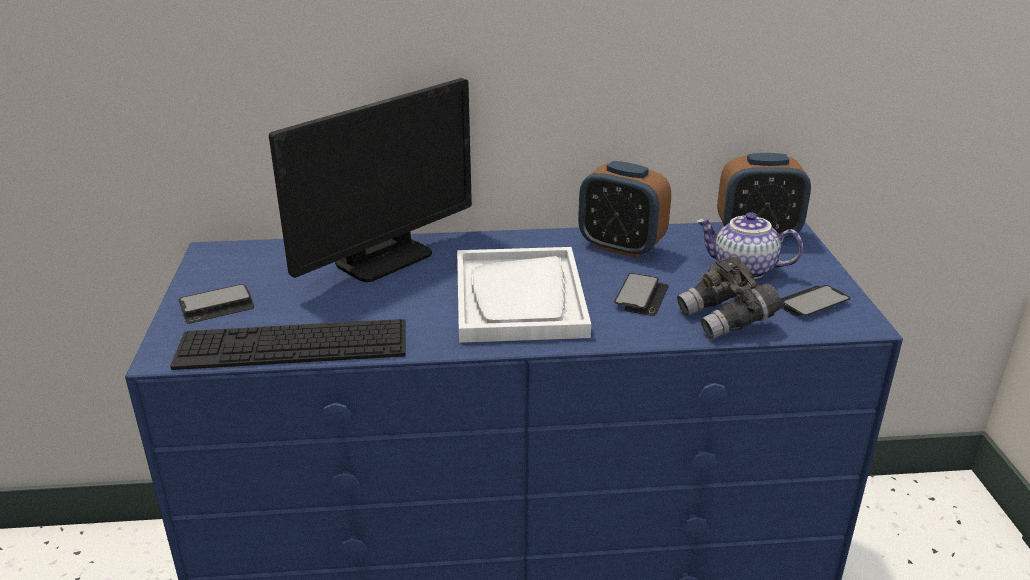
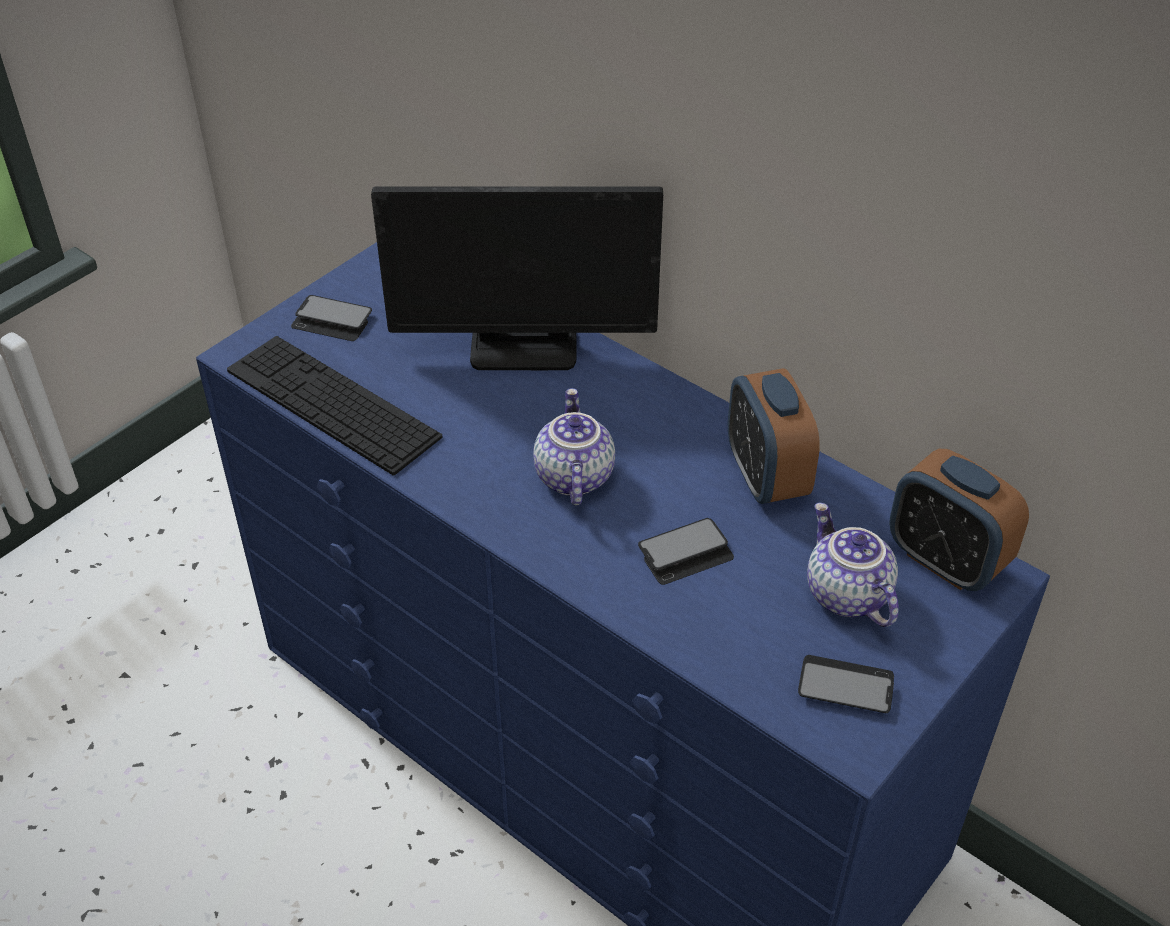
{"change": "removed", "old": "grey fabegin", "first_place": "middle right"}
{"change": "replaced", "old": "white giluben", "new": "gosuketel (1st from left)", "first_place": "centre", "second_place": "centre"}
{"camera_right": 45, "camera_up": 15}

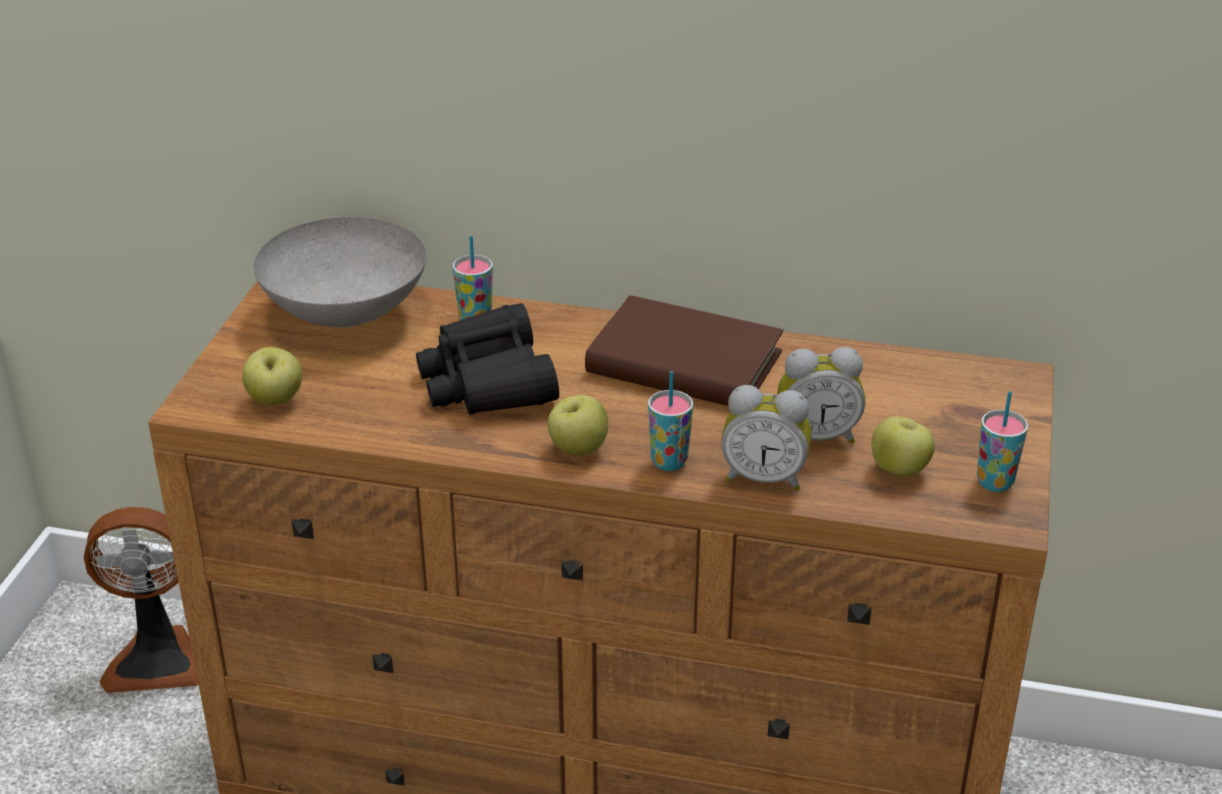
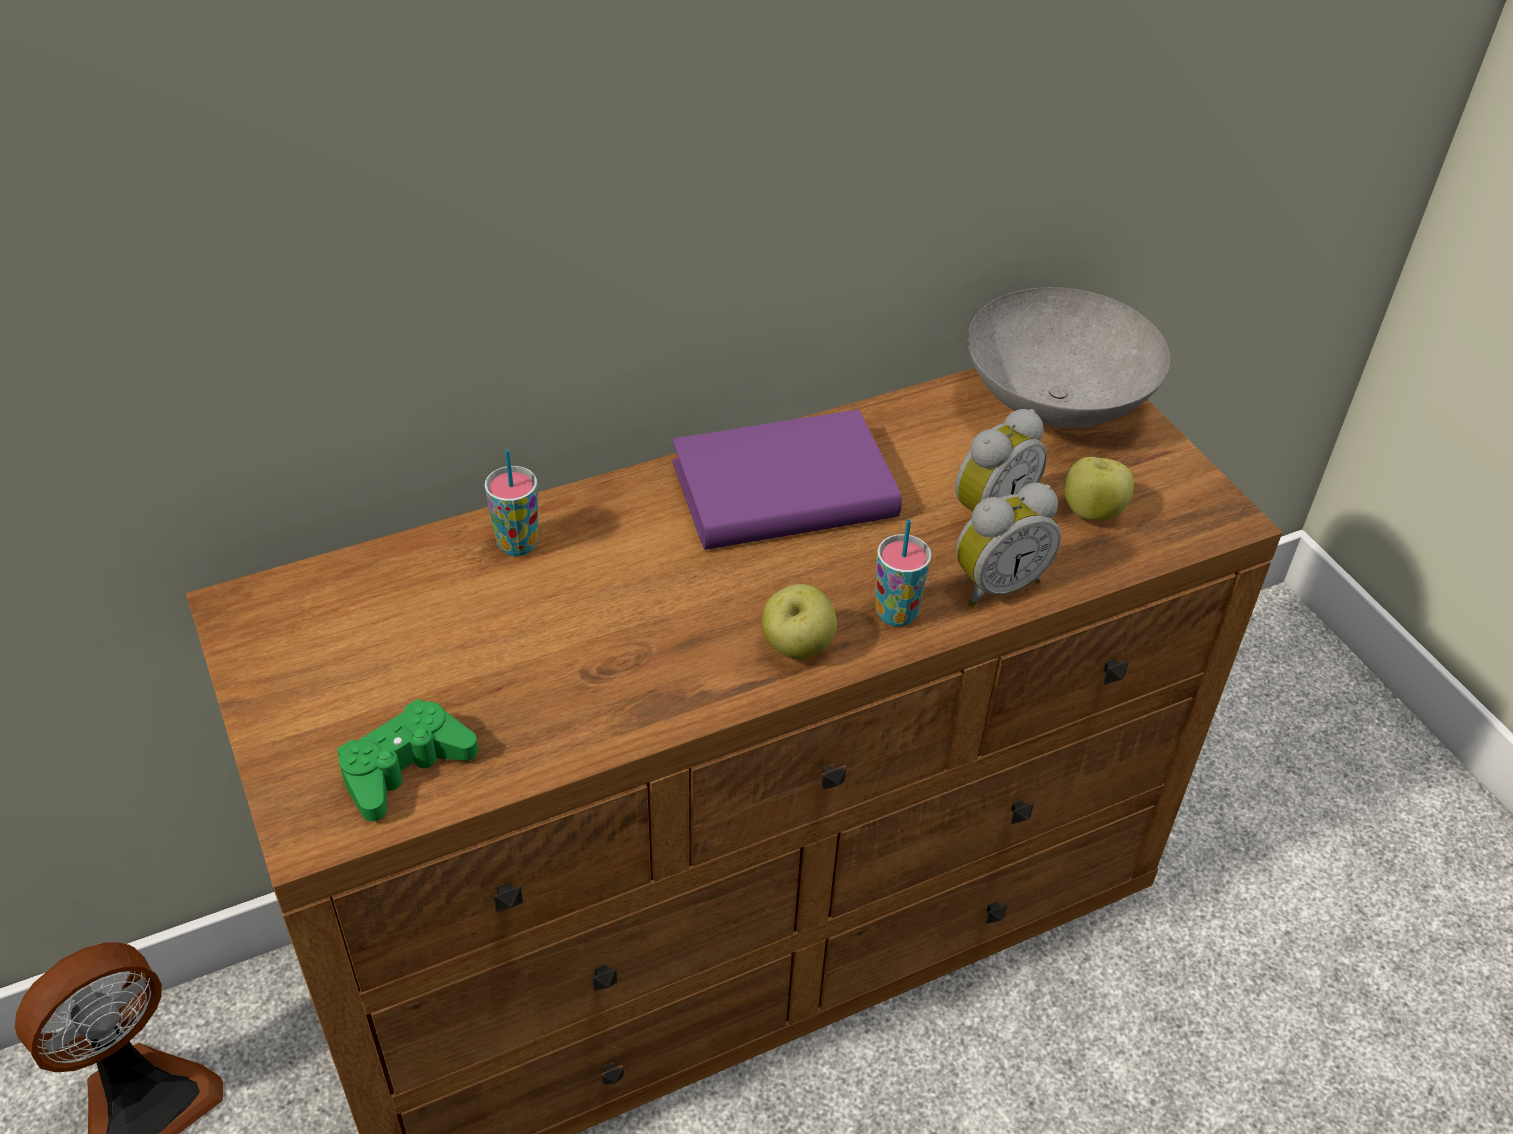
{"change": "removed", "old": "black fabegin", "first_place": "centre"}
{"change": "removed", "old": "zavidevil (3rd from left)", "first_place": "middle right"}
{"change": "moved", "old": "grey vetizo", "first_place": "middle left", "second_place": "top right"}
{"change": "replaced", "old": "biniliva (1st from left)", "new": "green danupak", "first_place": "middle left", "second_place": "bottom left"}
{"change": "recoloured", "old": "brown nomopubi", "new": "purple nomopubi", "first_place": "centre", "second_place": "centre"}
{"camera_right": -40, "camera_up": 10}

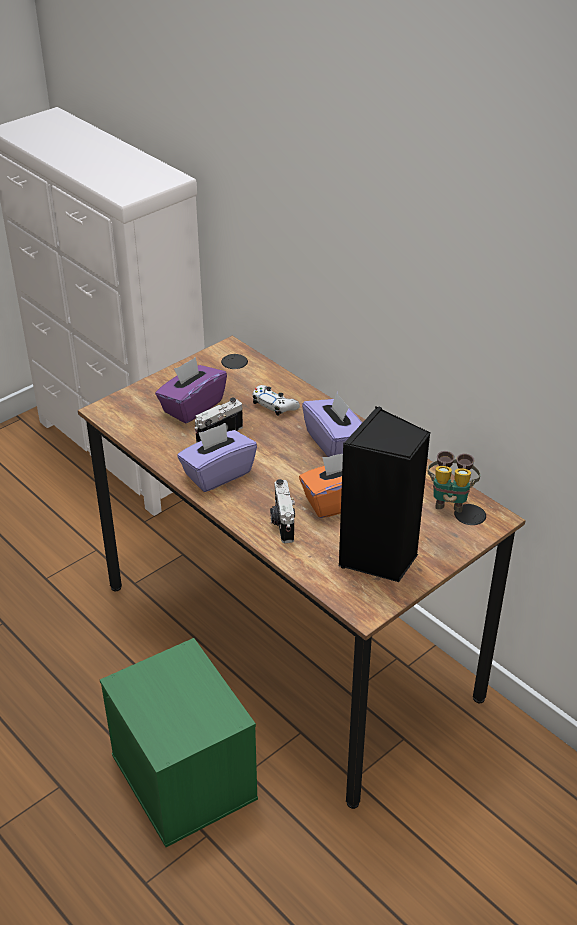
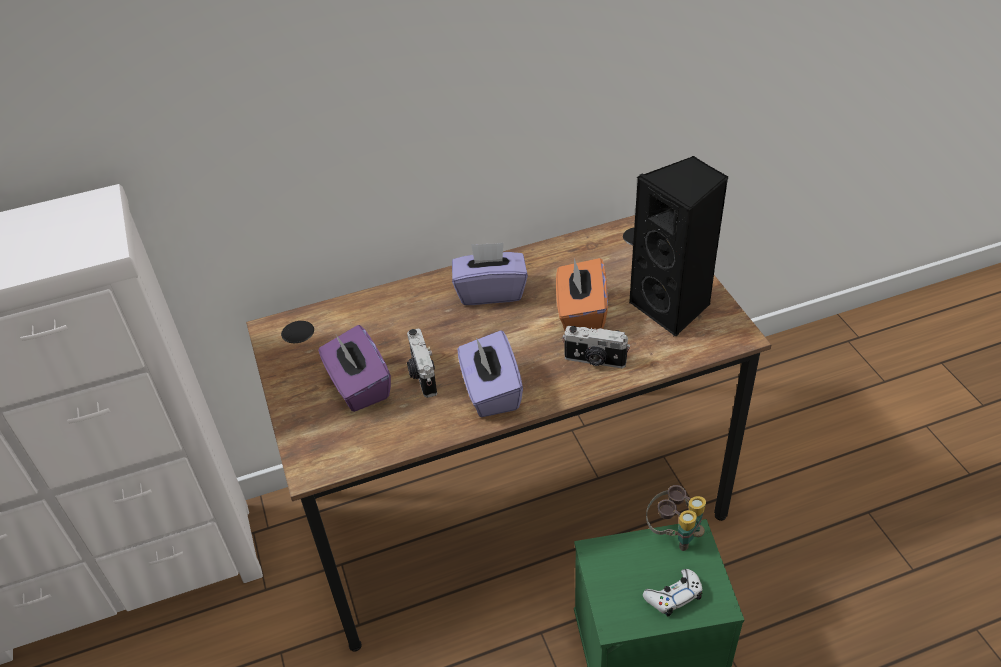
{"change": "moved", "old": "white danupak", "first_place": "centre", "second_place": "bottom right"}
{"change": "moved", "old": "fabegin", "first_place": "middle right", "second_place": "bottom right"}
{"camera_right": -65, "camera_up": 5}

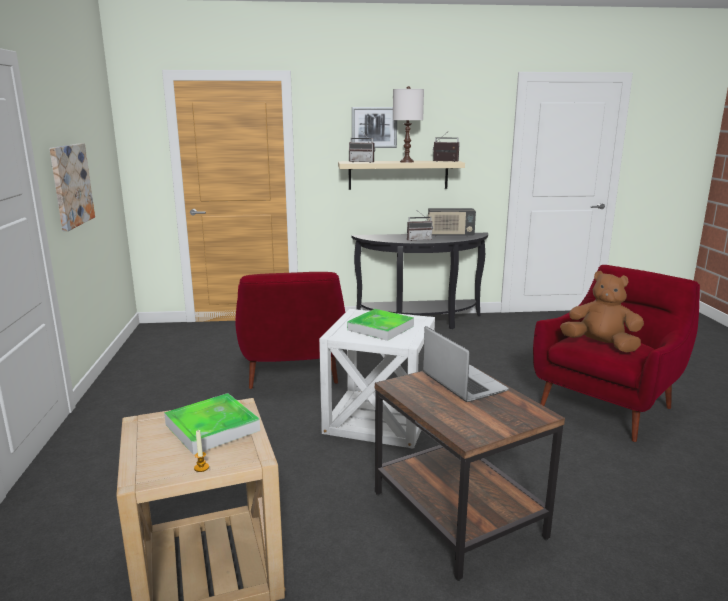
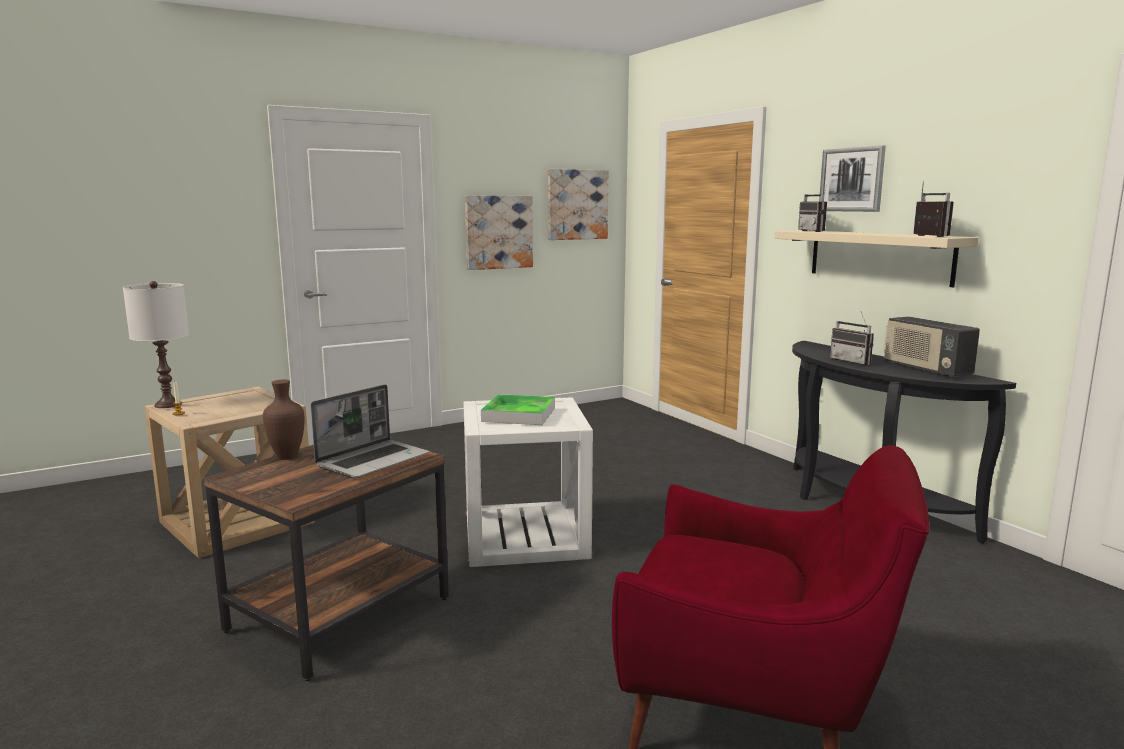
{"change": "removed", "old": "giluben (1st from left)", "first_place": "bottom left"}
{"change": "removed", "old": "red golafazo (1st from left)", "first_place": "centre"}
{"change": "removed", "old": "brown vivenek", "first_place": "middle right"}
{"change": "added", "new": "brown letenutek", "second_place": "middle left"}
{"change": "added", "new": "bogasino (2nd from left)", "second_place": "top centre"}
{"change": "moved", "old": "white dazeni", "first_place": "top centre", "second_place": "middle left"}
{"camera_right": 65, "camera_up": -5}

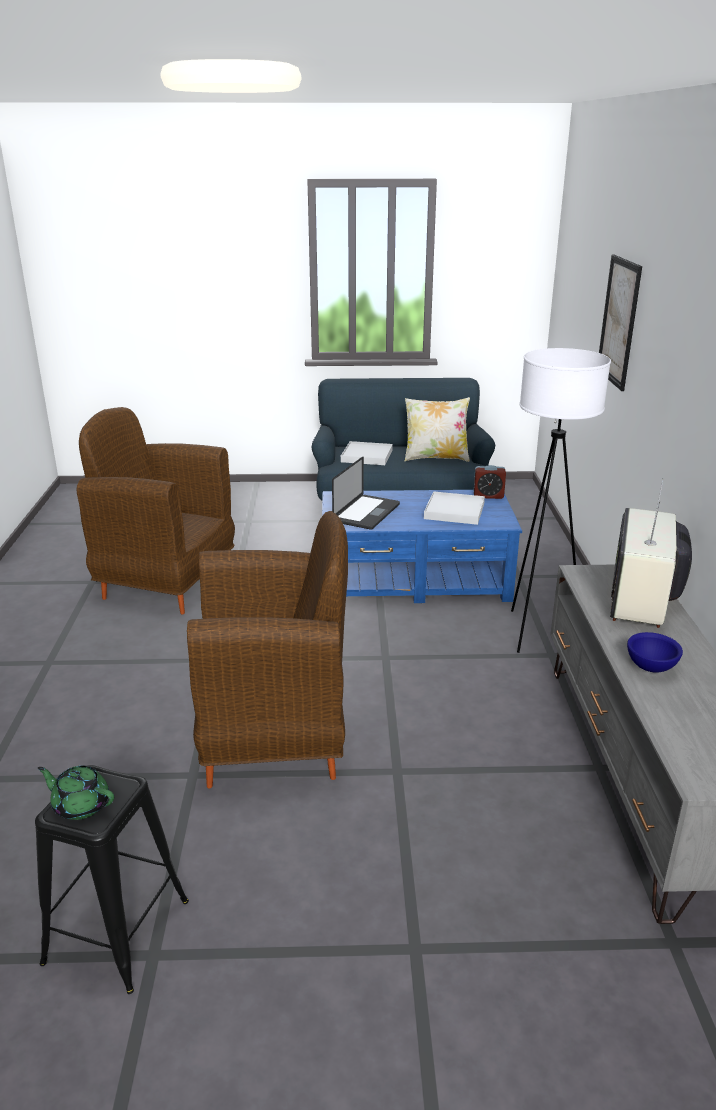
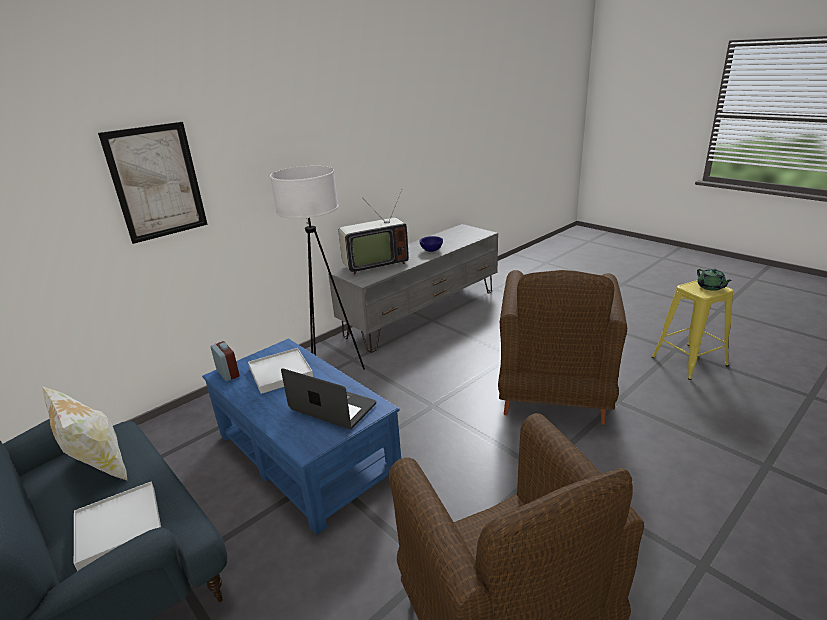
{"change": "recoloured", "old": "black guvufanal", "new": "yellow guvufanal", "first_place": "bottom left", "second_place": "middle right"}
{"change": "turned", "old": "brown golafazo (2nd from left)", "first_place": "centre", "second_place": "middle right", "degrees": -120}
{"change": "turned", "old": "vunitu", "first_place": "centre", "second_place": "centre", "degrees": 45}
{"camera_right": -130, "camera_up": 0}

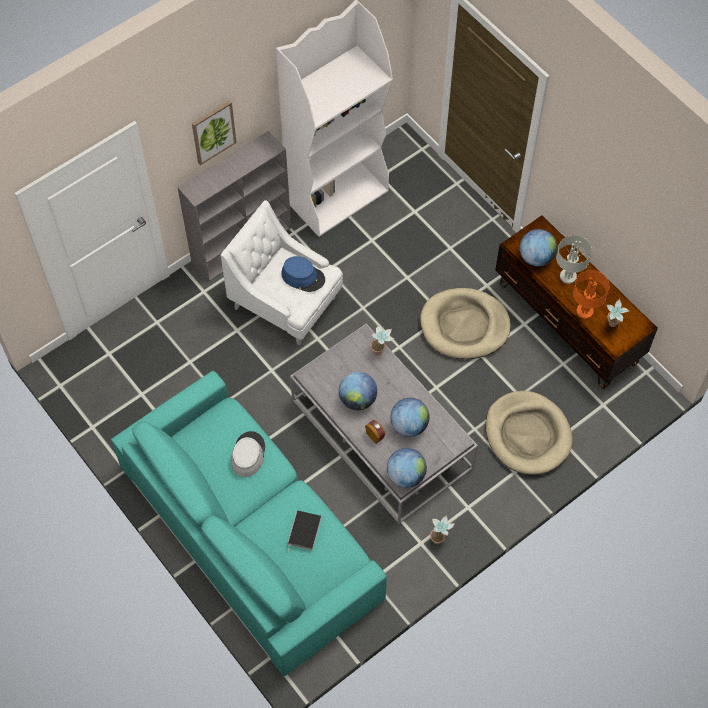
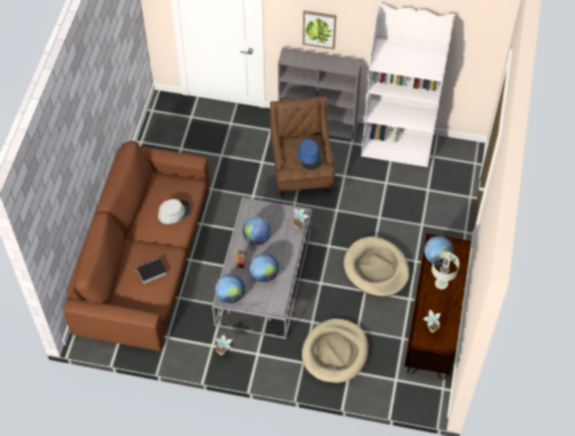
{"change": "removed", "old": "orange dazeni", "first_place": "middle right"}
{"change": "recoloured", "old": "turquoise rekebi", "new": "brown rekebi", "first_place": "bottom centre", "second_place": "middle left"}
{"change": "recoloured", "old": "white golafazo", "new": "brown golafazo", "first_place": "centre", "second_place": "centre"}
{"camera_right": 50, "camera_up": -5}

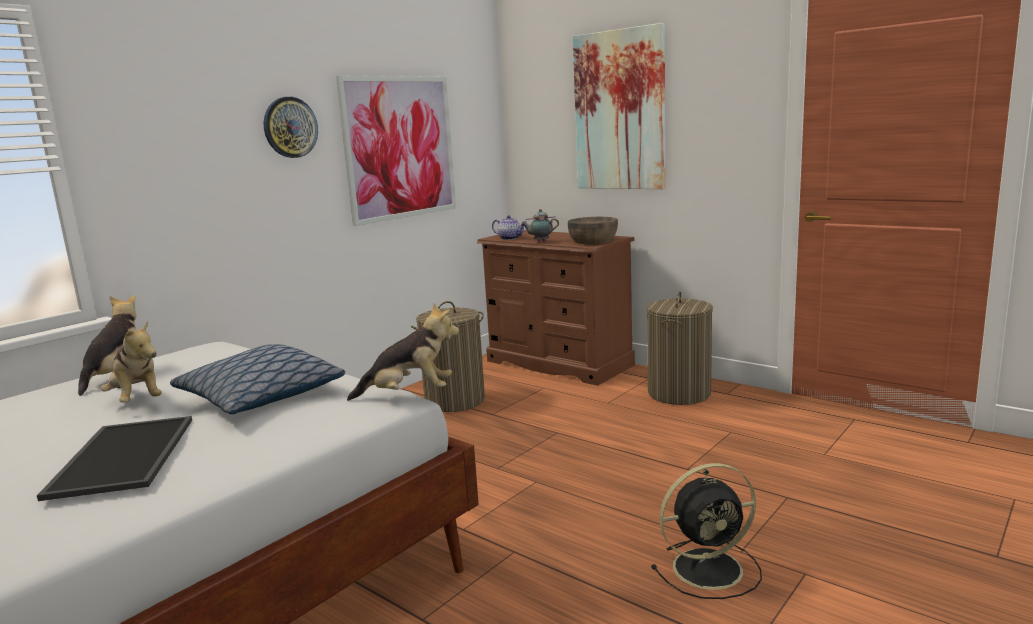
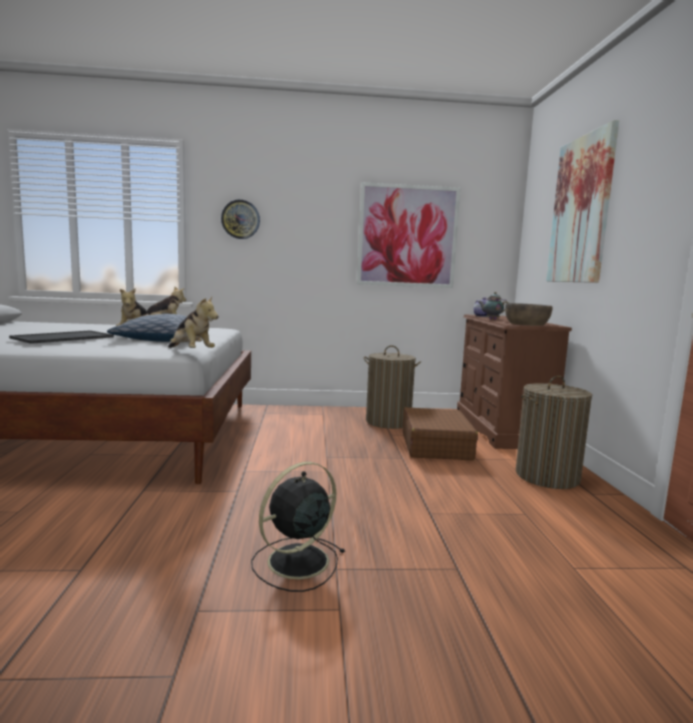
{"change": "added", "new": "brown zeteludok", "second_place": "centre"}
{"change": "moved", "old": "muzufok", "first_place": "top left", "second_place": "top centre"}
{"change": "turned", "old": "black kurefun", "first_place": "bottom right", "second_place": "bottom centre", "degrees": 105}
{"camera_right": 45, "camera_up": -5}

